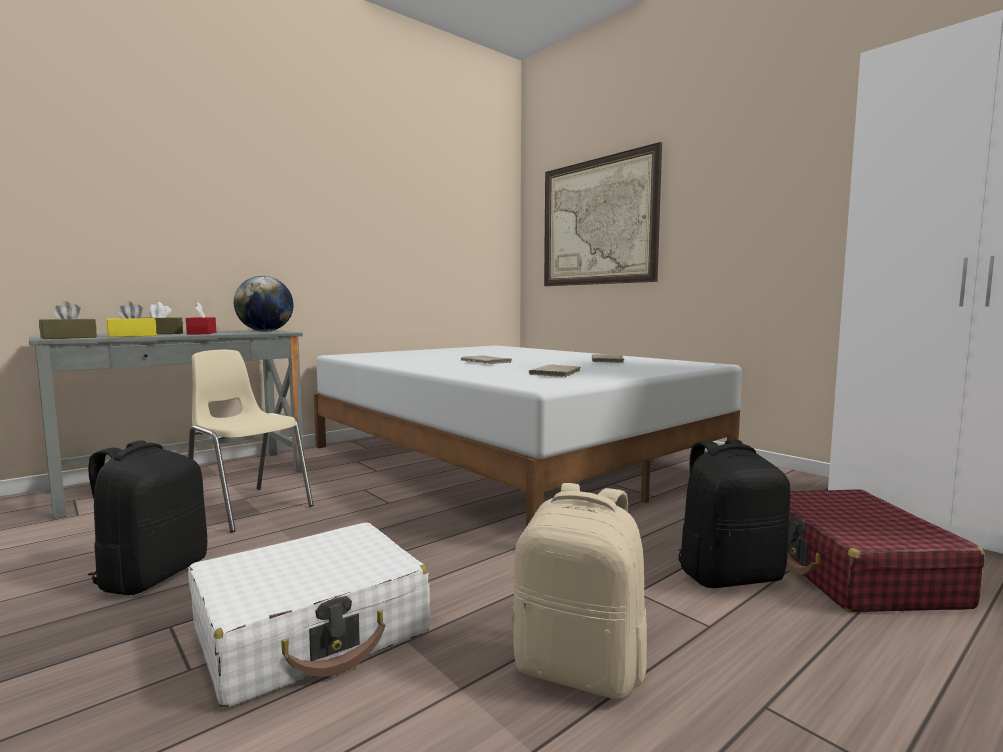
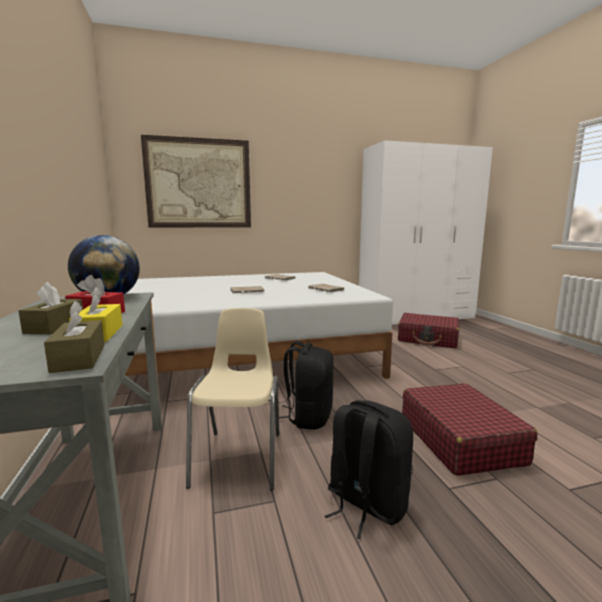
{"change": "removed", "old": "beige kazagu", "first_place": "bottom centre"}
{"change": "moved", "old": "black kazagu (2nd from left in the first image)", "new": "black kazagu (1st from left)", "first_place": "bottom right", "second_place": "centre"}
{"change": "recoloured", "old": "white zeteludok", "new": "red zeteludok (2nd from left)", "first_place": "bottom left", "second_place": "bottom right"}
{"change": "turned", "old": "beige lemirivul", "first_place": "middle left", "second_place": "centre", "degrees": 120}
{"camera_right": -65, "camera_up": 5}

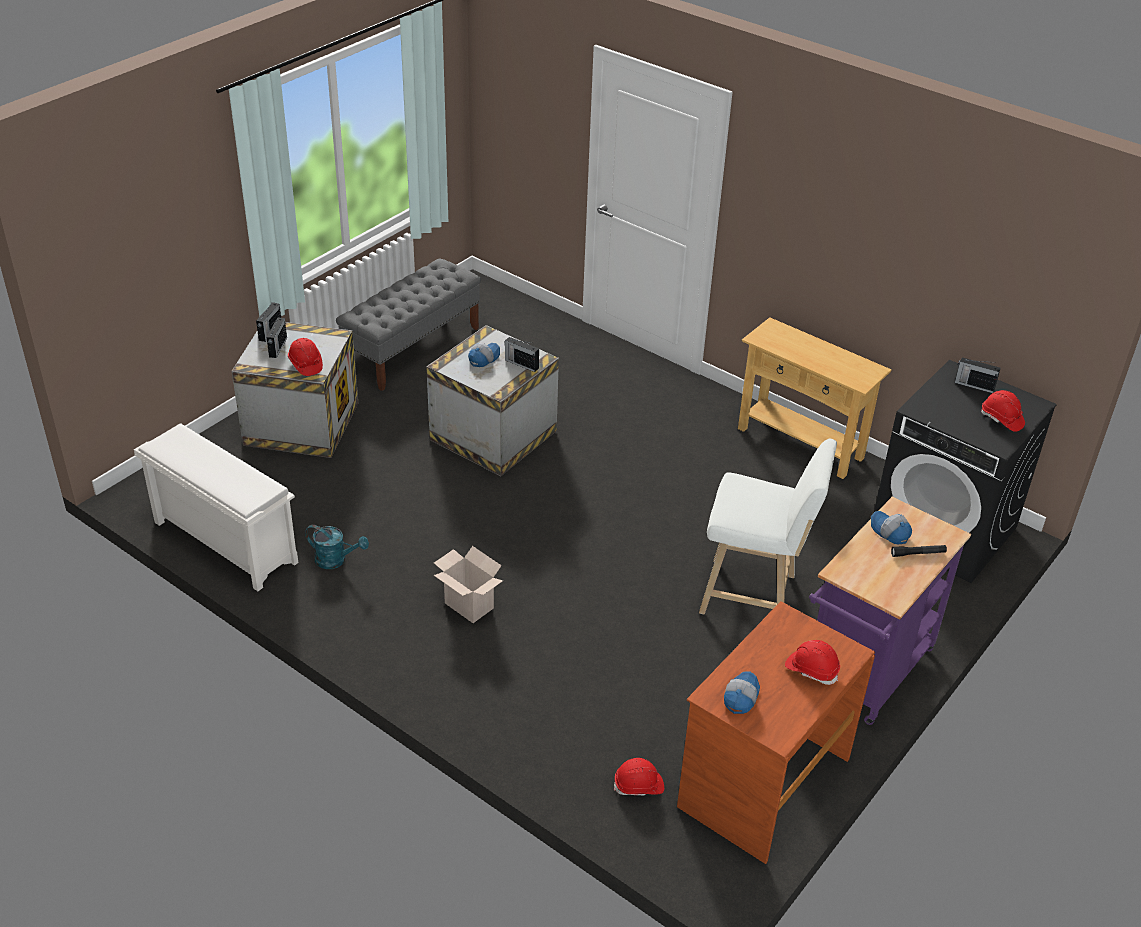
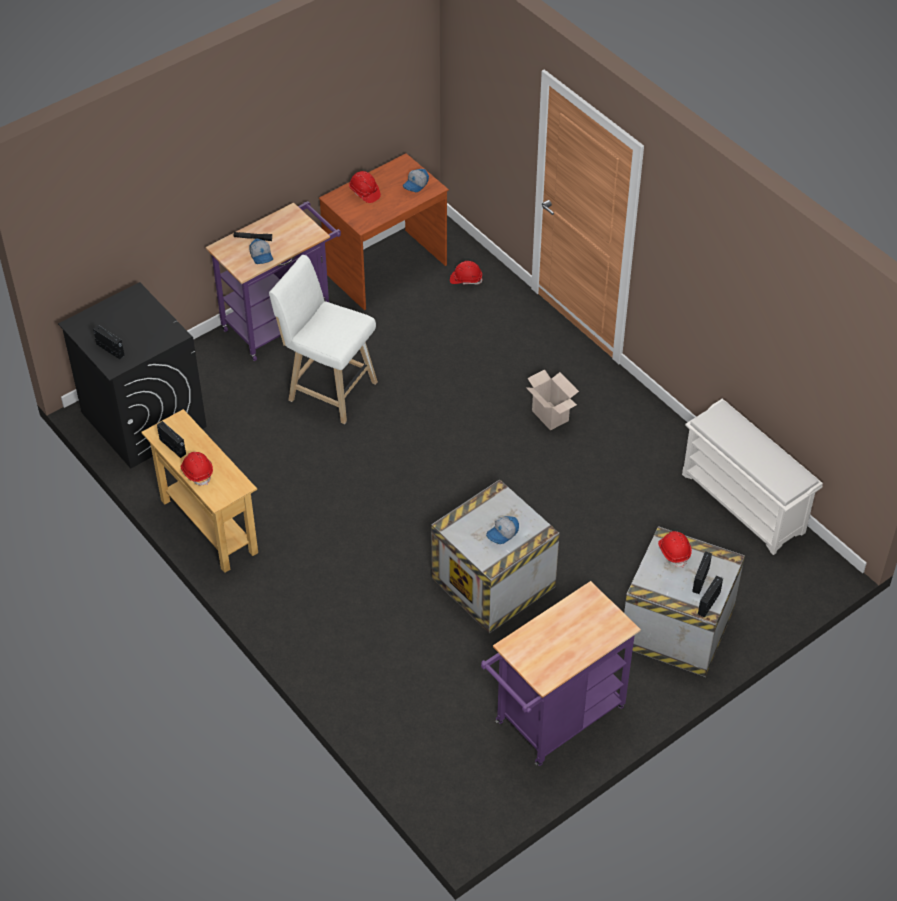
{"change": "removed", "old": "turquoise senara", "first_place": "middle left"}
{"change": "moved", "old": "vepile (3rd from left in the first image)", "new": "vepile (2nd from left)", "first_place": "centre", "second_place": "middle left"}
{"change": "moved", "old": "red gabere (4th from left in the first image)", "new": "red gabere (1st from left)", "first_place": "middle right", "second_place": "middle left"}
{"change": "replaced", "old": "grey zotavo", "new": "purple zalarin (2nd from left)", "first_place": "centre", "second_place": "bottom centre"}
{"camera_right": -165, "camera_up": 10}

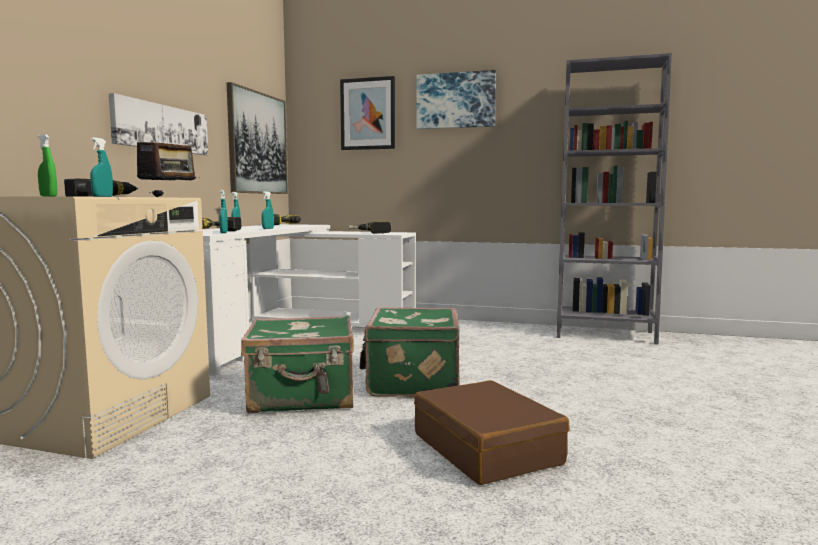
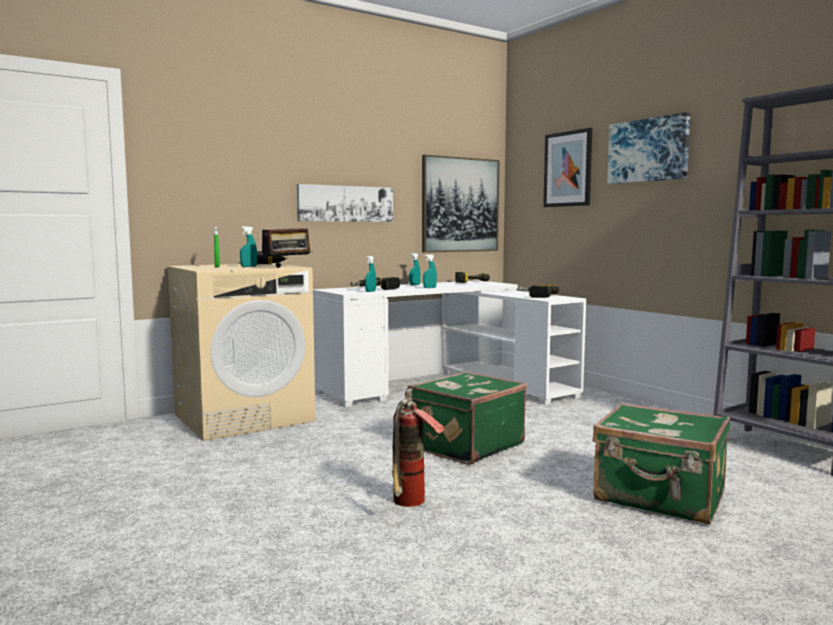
{"change": "moved", "old": "green zeteludok (1st from left in the first image)", "new": "green zeteludok (2nd from left)", "first_place": "bottom centre", "second_place": "bottom right"}
{"change": "replaced", "old": "brown zeteludok", "new": "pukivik", "first_place": "bottom centre", "second_place": "bottom centre"}
{"camera_right": 40, "camera_up": 0}

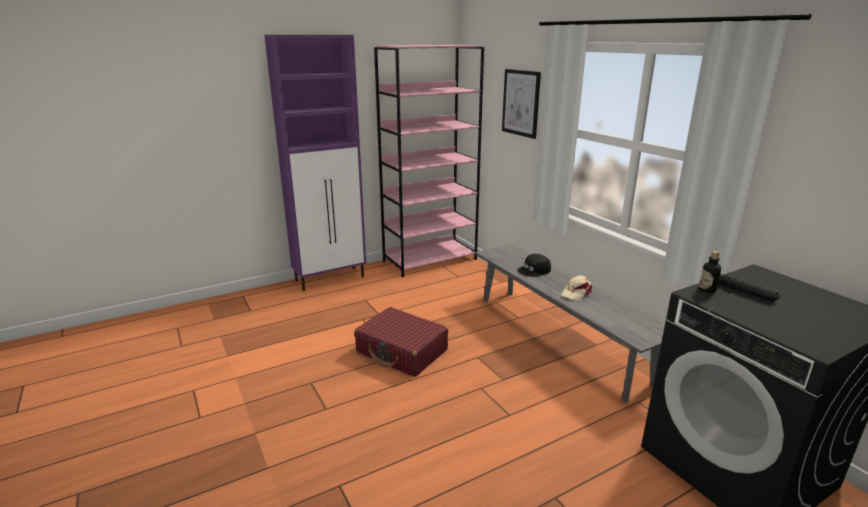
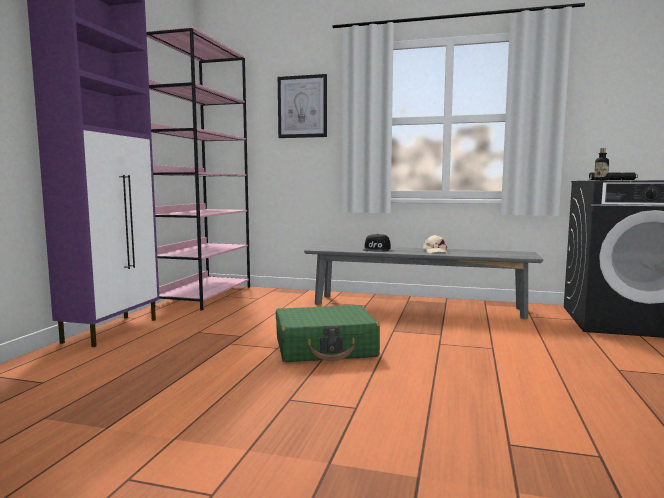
{"change": "recoloured", "old": "red zeteludok", "new": "green zeteludok", "first_place": "bottom centre", "second_place": "bottom centre"}
{"camera_right": -45, "camera_up": -15}

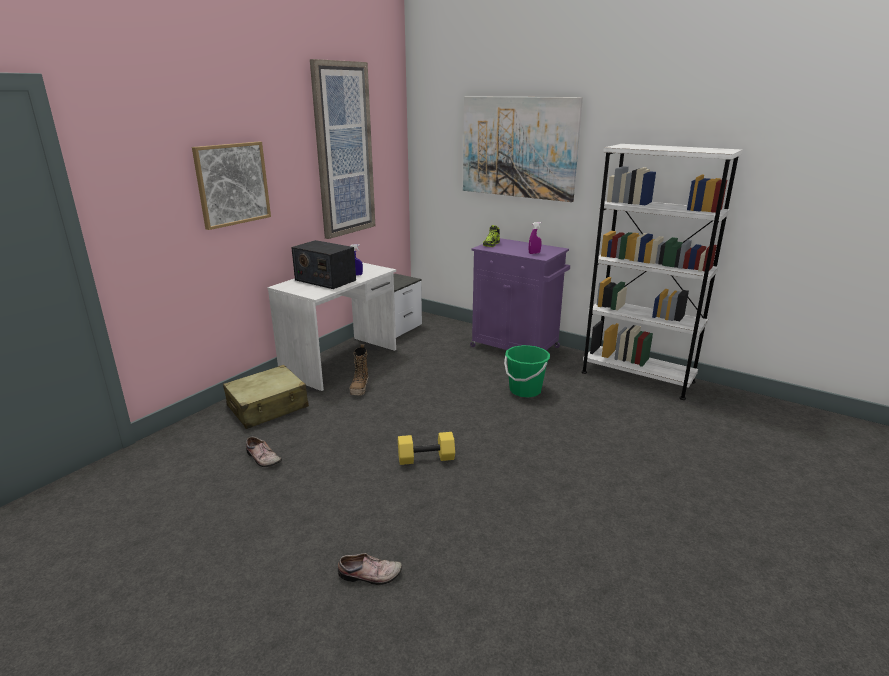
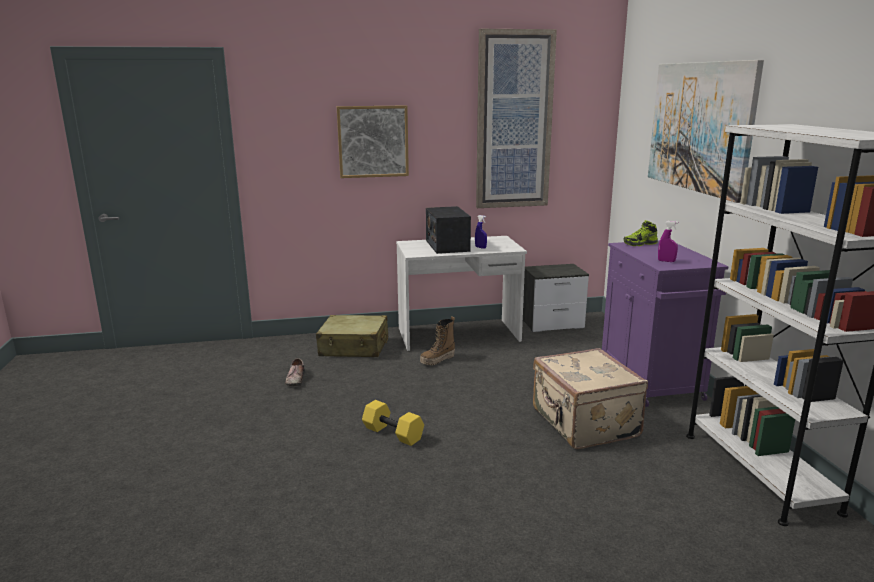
{"change": "removed", "old": "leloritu (2nd from left)", "first_place": "bottom centre"}
{"change": "replaced", "old": "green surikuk", "new": "beige zeteludok (2nd from left)", "first_place": "centre", "second_place": "bottom right"}
{"camera_right": 45, "camera_up": -5}

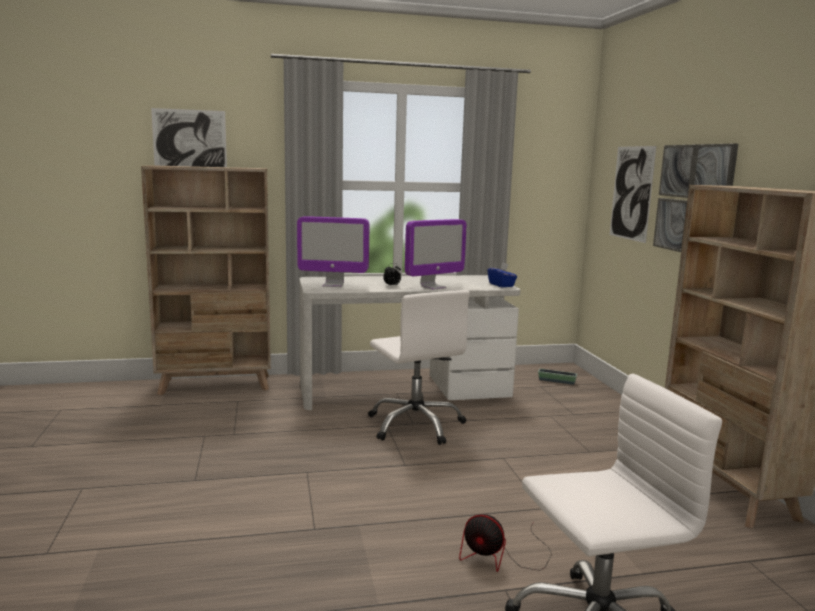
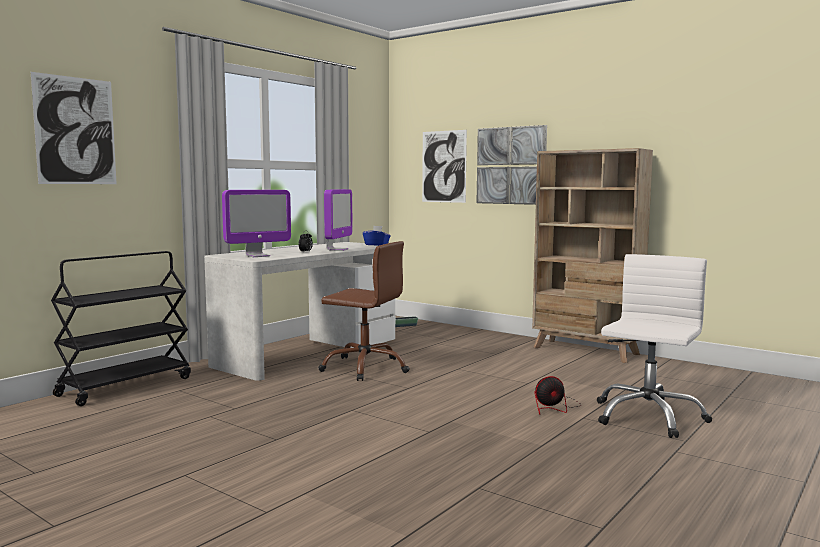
{"change": "replaced", "old": "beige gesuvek (1st from left)", "new": "black zalarin", "first_place": "middle left", "second_place": "middle left"}
{"change": "recoloured", "old": "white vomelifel (1st from left)", "new": "brown vomelifel", "first_place": "centre", "second_place": "centre"}
{"camera_right": -40, "camera_up": -5}

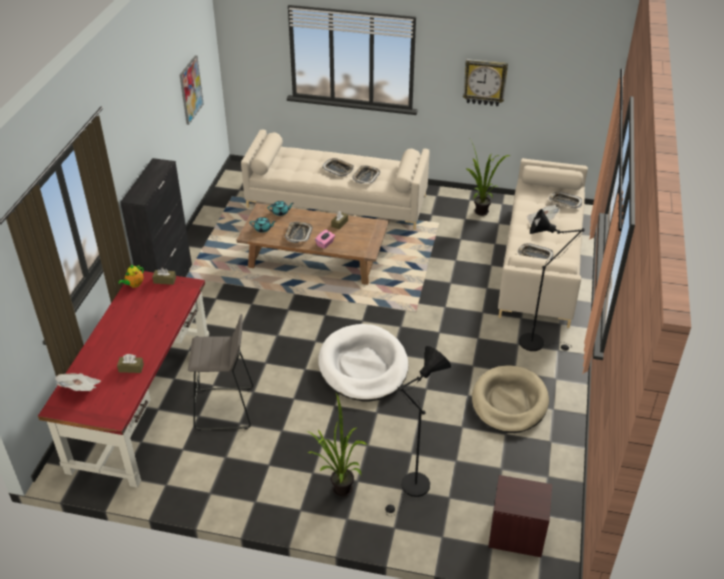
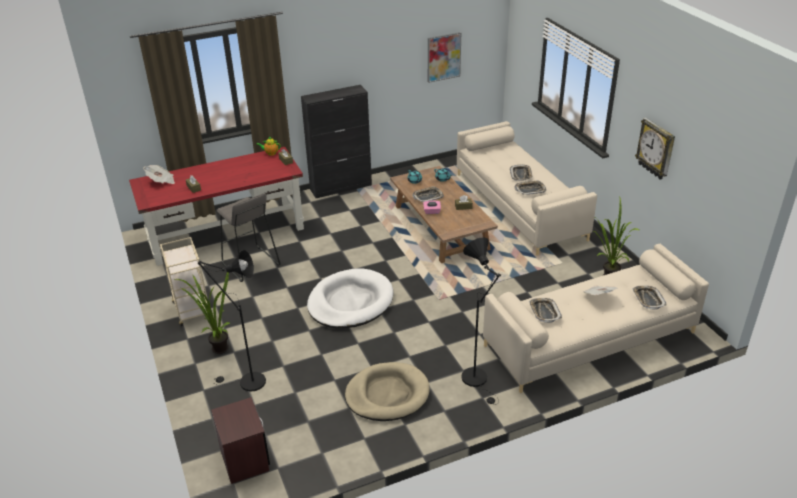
{"change": "added", "new": "beige zalarin", "second_place": "middle left"}
{"camera_right": 55, "camera_up": -5}

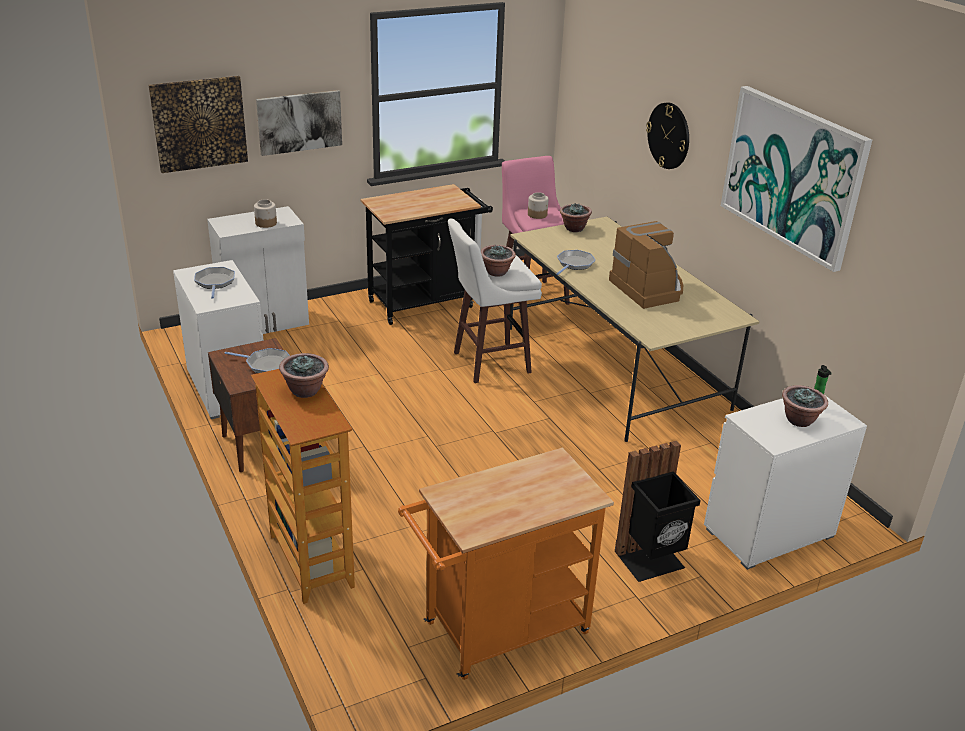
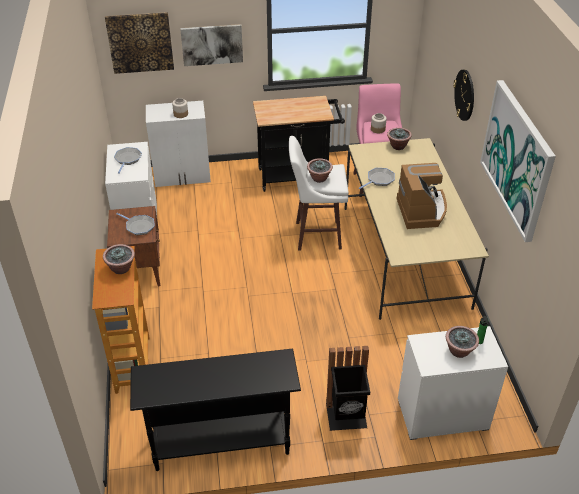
{"change": "replaced", "old": "orange zalarin", "new": "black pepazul", "first_place": "bottom centre", "second_place": "bottom centre"}
{"camera_right": 20, "camera_up": 10}

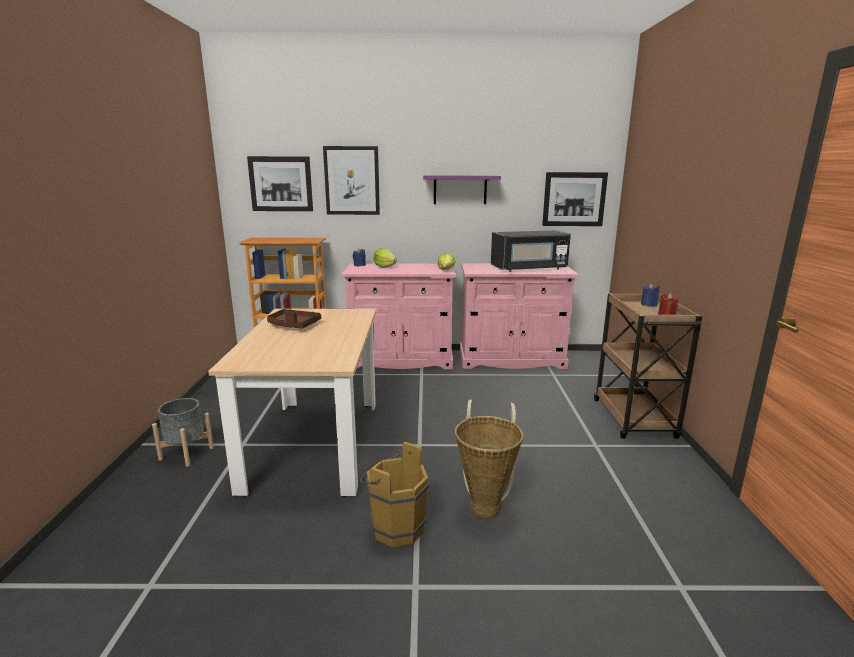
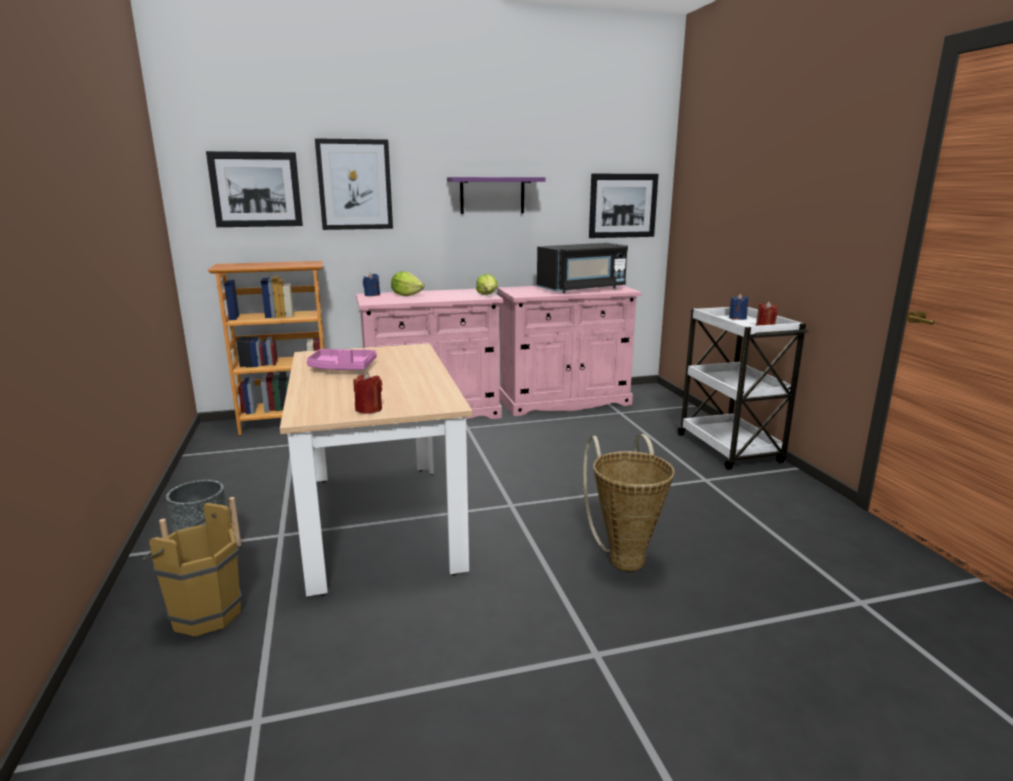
{"change": "added", "new": "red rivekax (1st from left)", "second_place": "centre"}
{"change": "moved", "old": "brown surikuk", "first_place": "bottom centre", "second_place": "bottom left"}
{"change": "recoloured", "old": "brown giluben", "new": "pink giluben", "first_place": "centre", "second_place": "centre"}
{"change": "recoloured", "old": "brown zalarin", "new": "white zalarin", "first_place": "middle right", "second_place": "middle right"}
{"camera_right": -15, "camera_up": 0}

